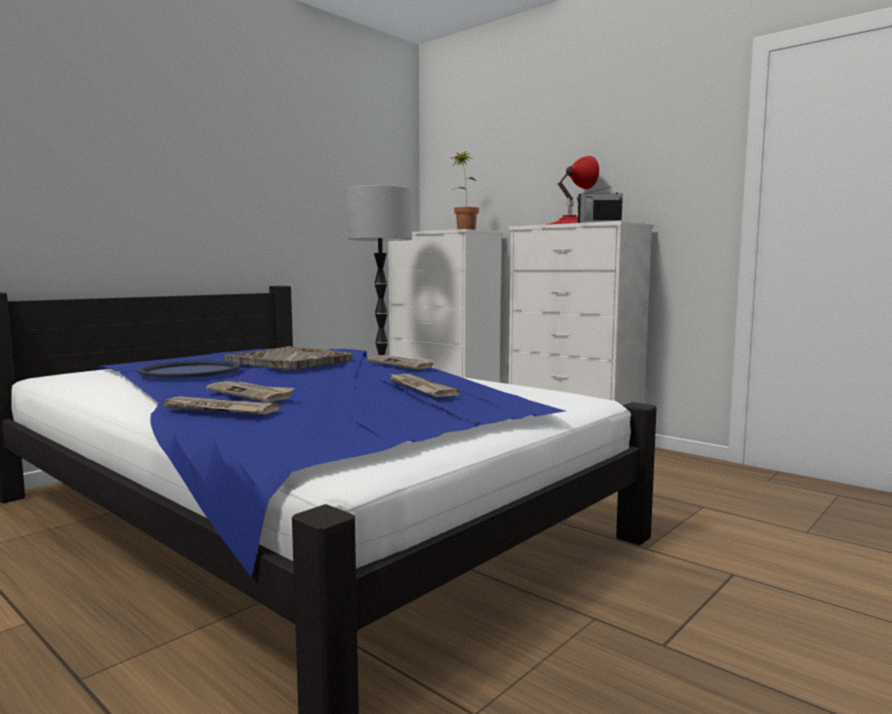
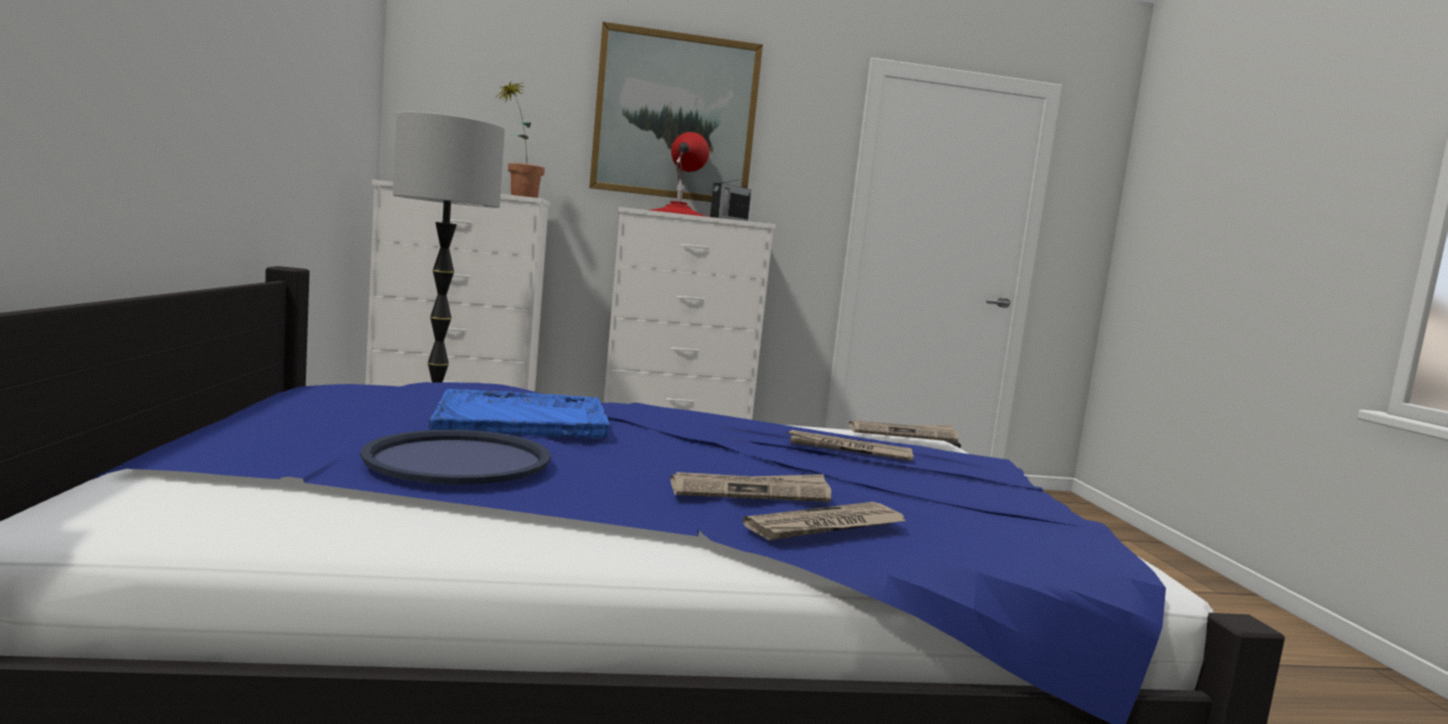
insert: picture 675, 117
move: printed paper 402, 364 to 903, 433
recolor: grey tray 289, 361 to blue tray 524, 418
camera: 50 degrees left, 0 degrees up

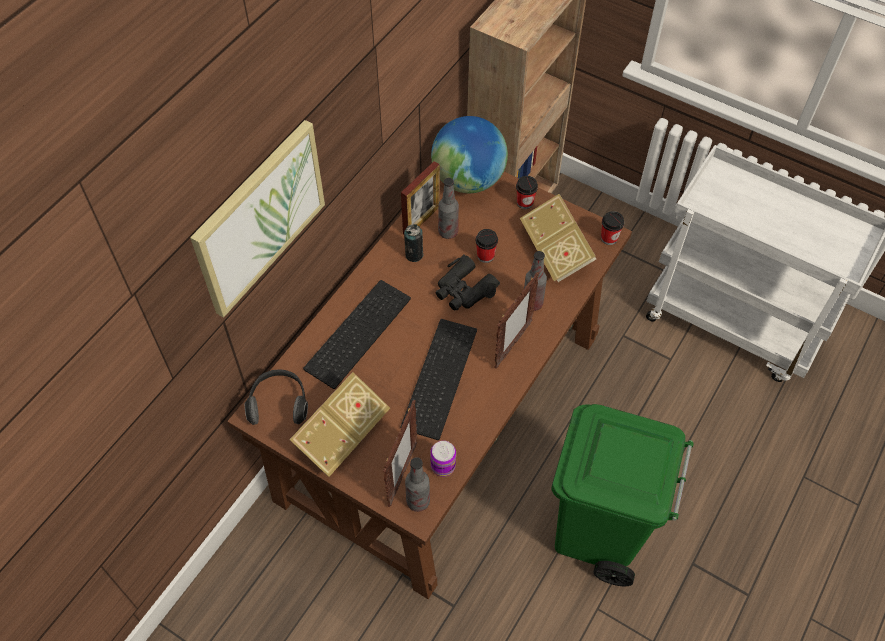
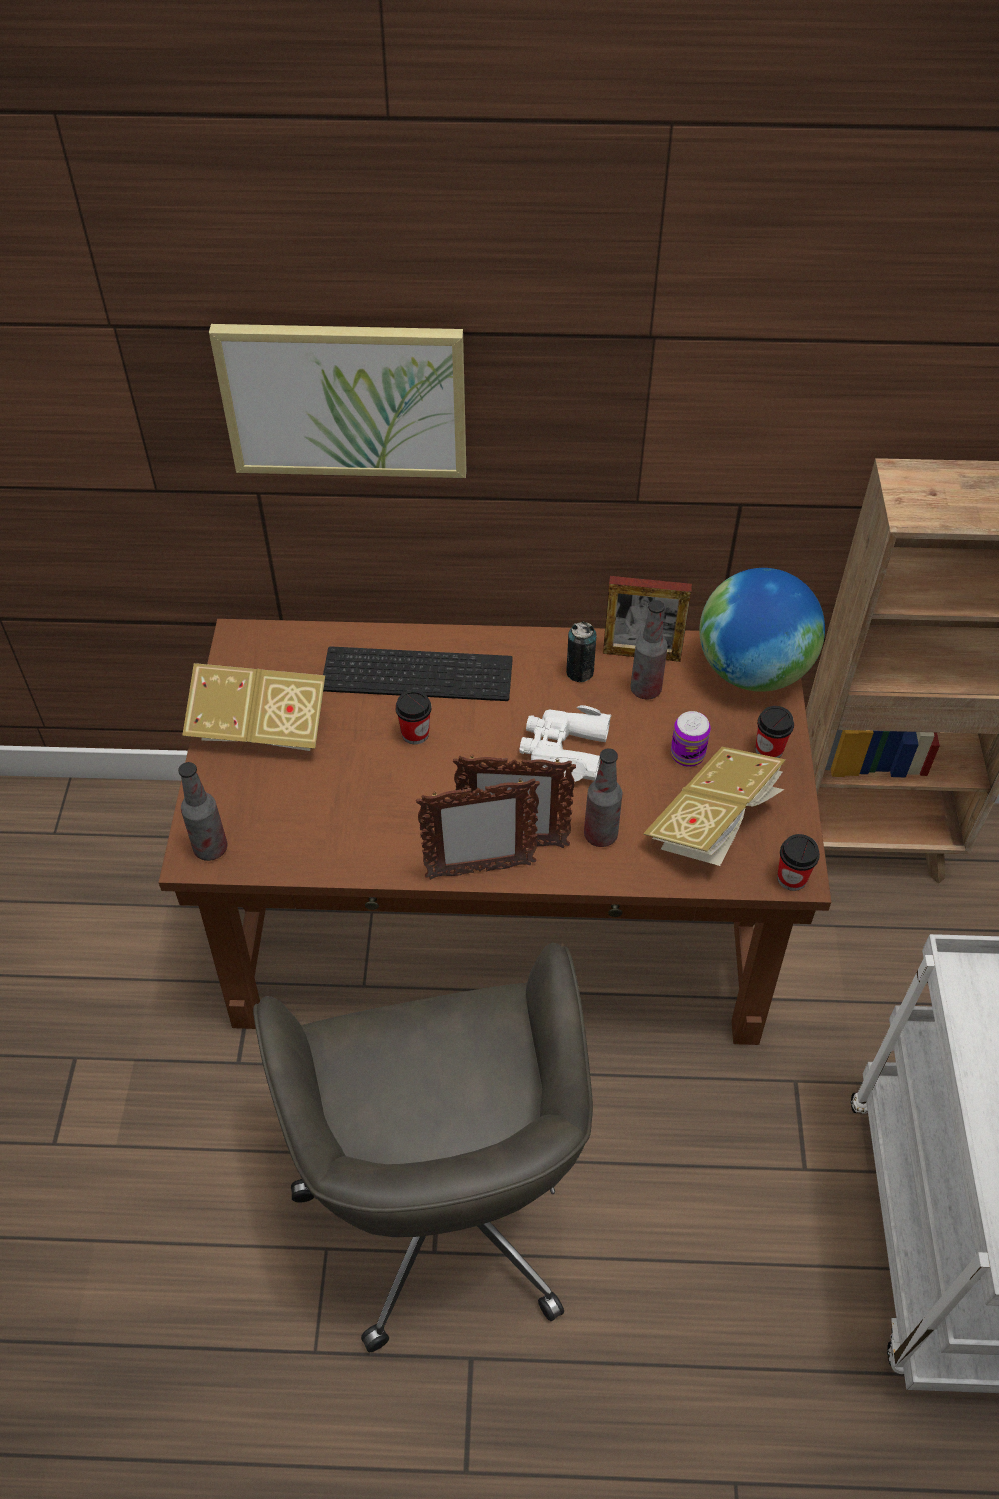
delete: headphones 279, 403; computer keyboard 437, 376
move: small cup 485, 256 to 415, 733; picture frame 402, 475 to 479, 870; metal can 443, 466 to 687, 754
replace: green-coloured waste bin 598, 532 to grey office chair 443, 1196
recolor: black-coloured field glasses 464, 290 to white-coloured field glasses 564, 749
camera: 60 degrees right, 5 degrees down

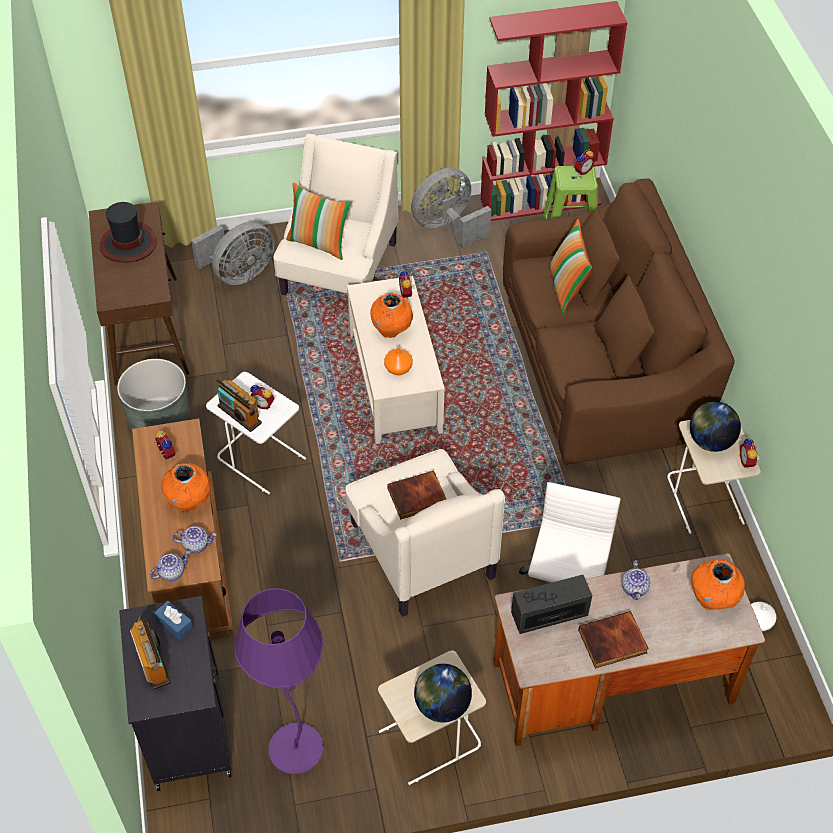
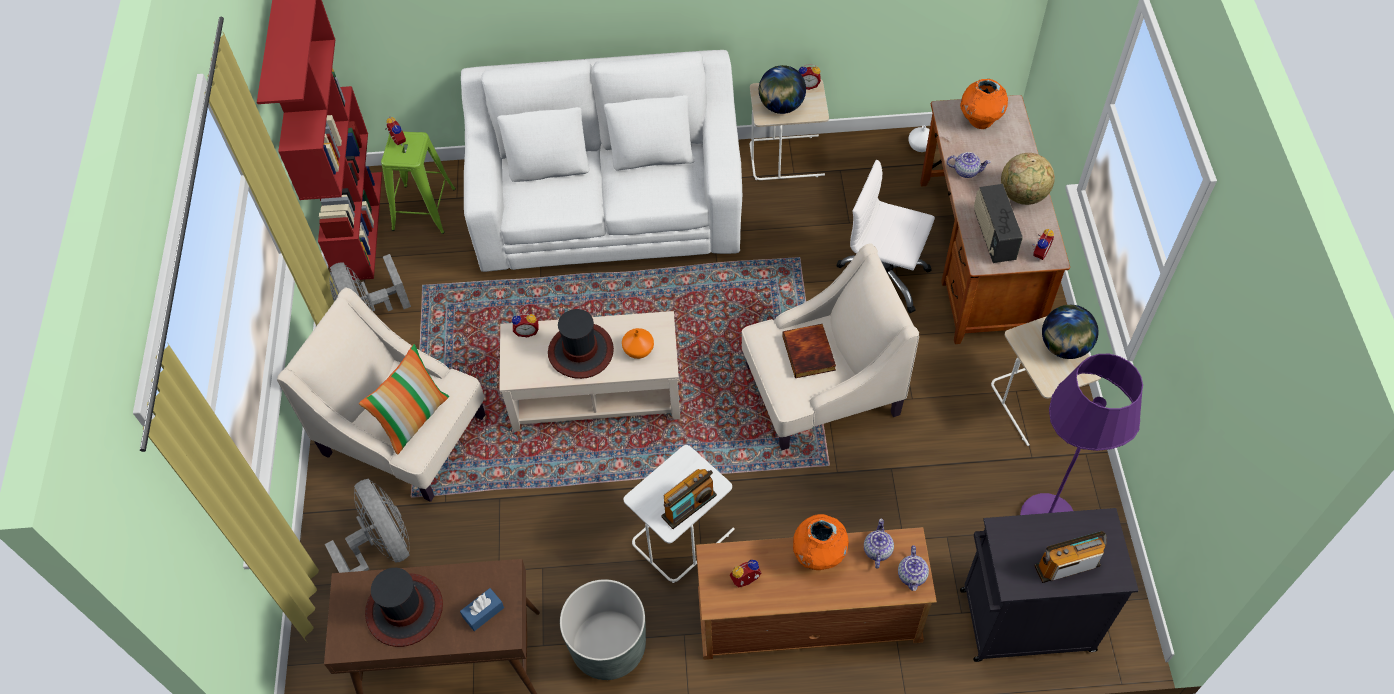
delete: pillow 567, 288
move: blue tissue holder 174, 623 to 483, 612; table clock 263, 404 to 1039, 253
replace: orange-coloured vase 391, 331 to clothing hat 581, 351; book 612, 642 to globe 1023, 195
recolor: brown-coloured couch 600, 364 to white-coloured couch 608, 209
rotate: tea pot 172, 572 = 912, 576 150 degrees counterclockwise
camera: 80 degrees left, 5 degrees up

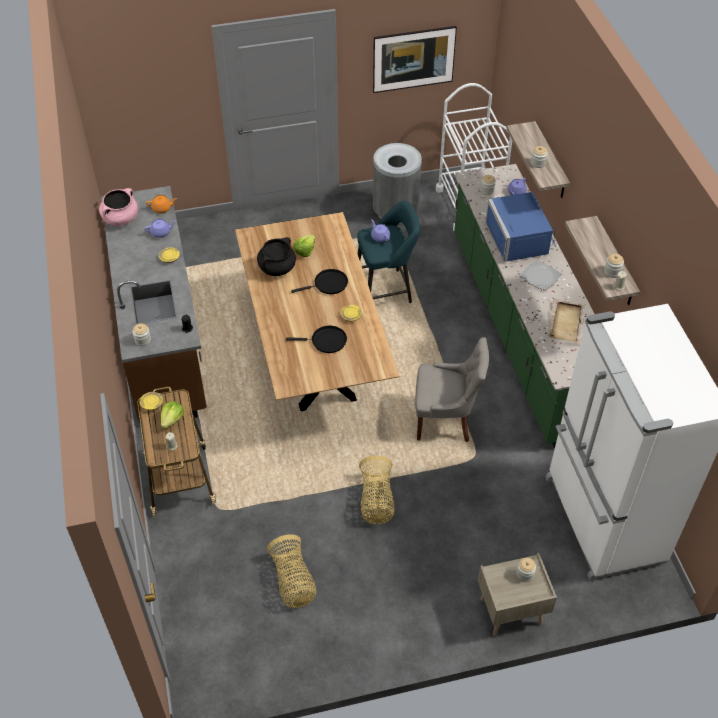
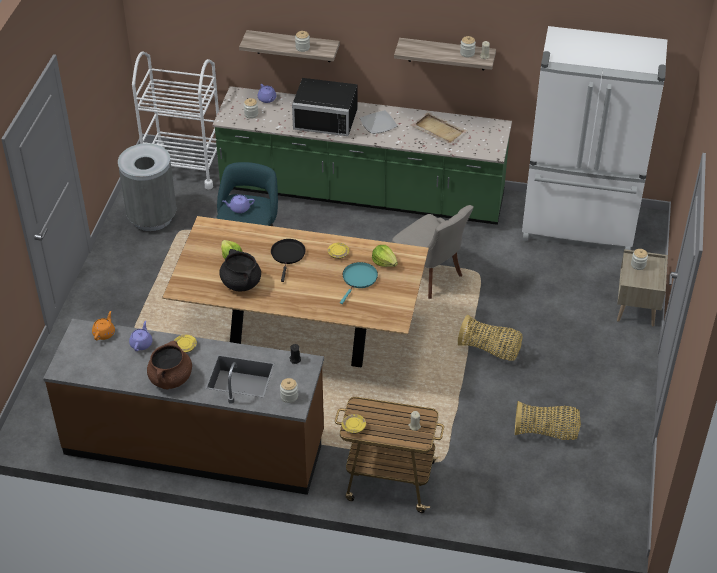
delete: pinkish cooking pot 121, 219; picture 413, 72
insert: brown-coloured cooking pot 171, 379
move: lettuce head 172, 420 to 384, 262
recolor: blue kitchen microwave 521, 239 to black-coloured kitchen microwave 327, 117; black-coloured frying pan 326, 341 to blue-green frying pan 359, 279
rotate: grey upright chair 445, 420 = 430, 276 105 degrees clockwise
camera: 65 degrees left, 5 degrees down

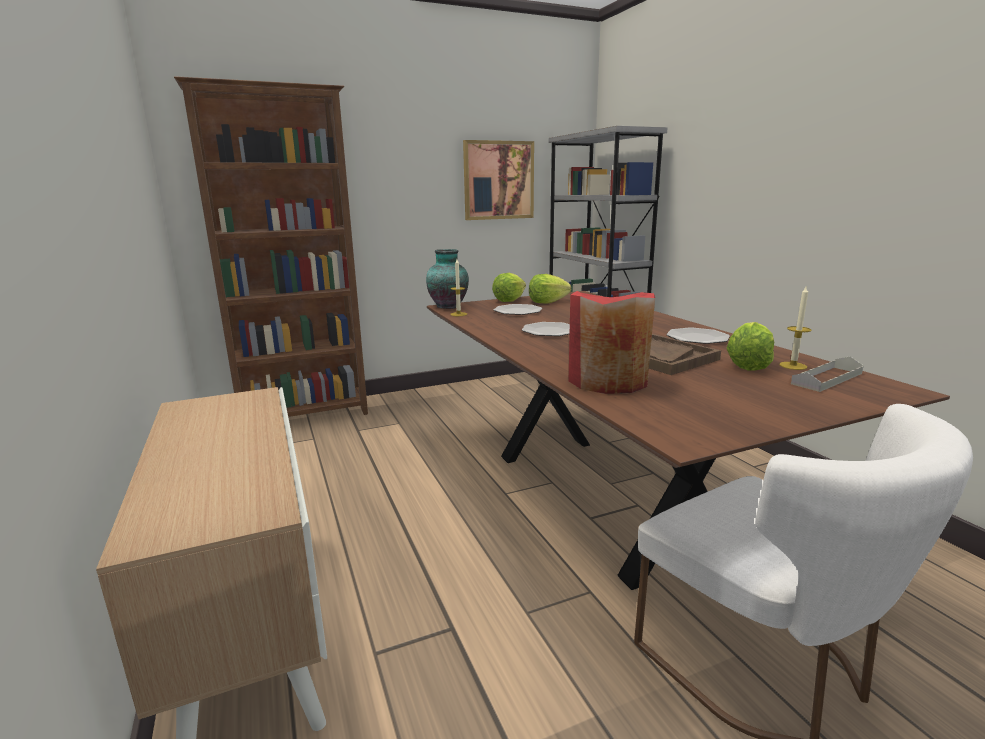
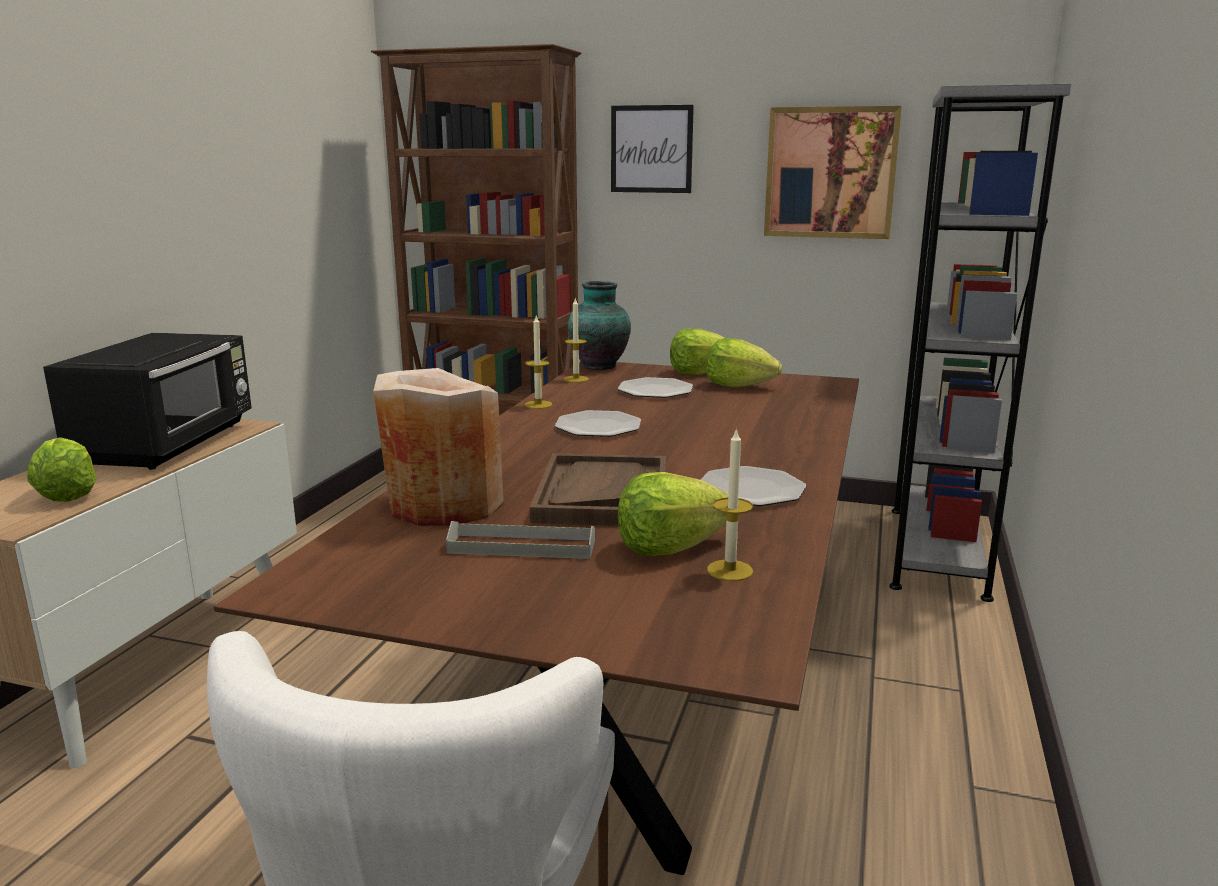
insert: lettuce head 68, 494; black-coloured kitchen microwave 168, 444; wax light 538, 404; picture 651, 149
move: grey tray 827, 378 to 522, 546
recolor: reddish vase 608, 380 to beige vase 444, 504
camera: 40 degrees right, 0 degrees up

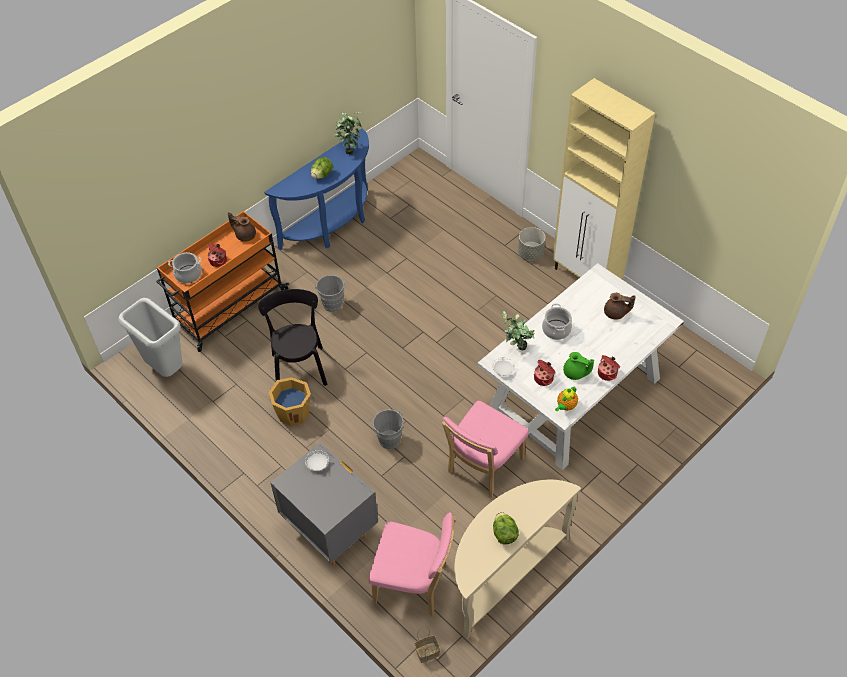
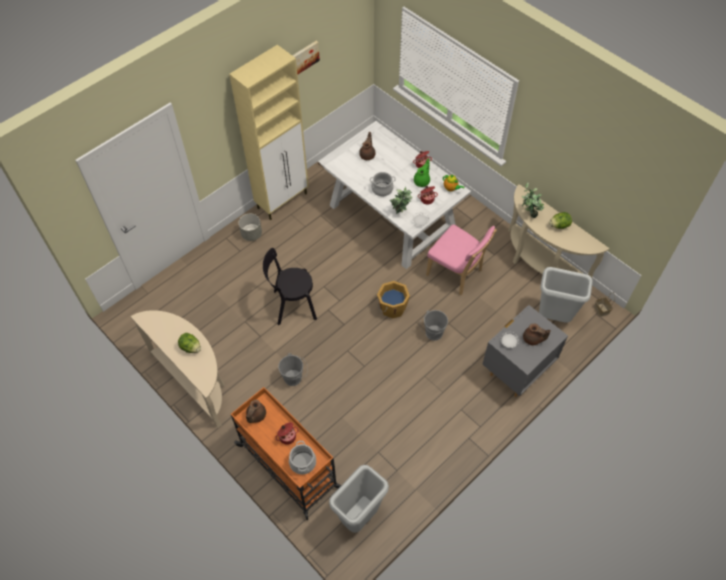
insert: picture 303, 58; brown-coloured tea pot 533, 339
move: black-coloured upright chair 299, 366 to 292, 305; orange-coloured pail 293, 412 to 392, 307; plant in a pot 349, 149 to 528, 215
replace: pinkish upright chair 414, 585 to grey waste bin 554, 317
recolor: blue narrow table 333, 225 to beige narrow table 196, 381
camera: 90 degrees left, 5 degrees up

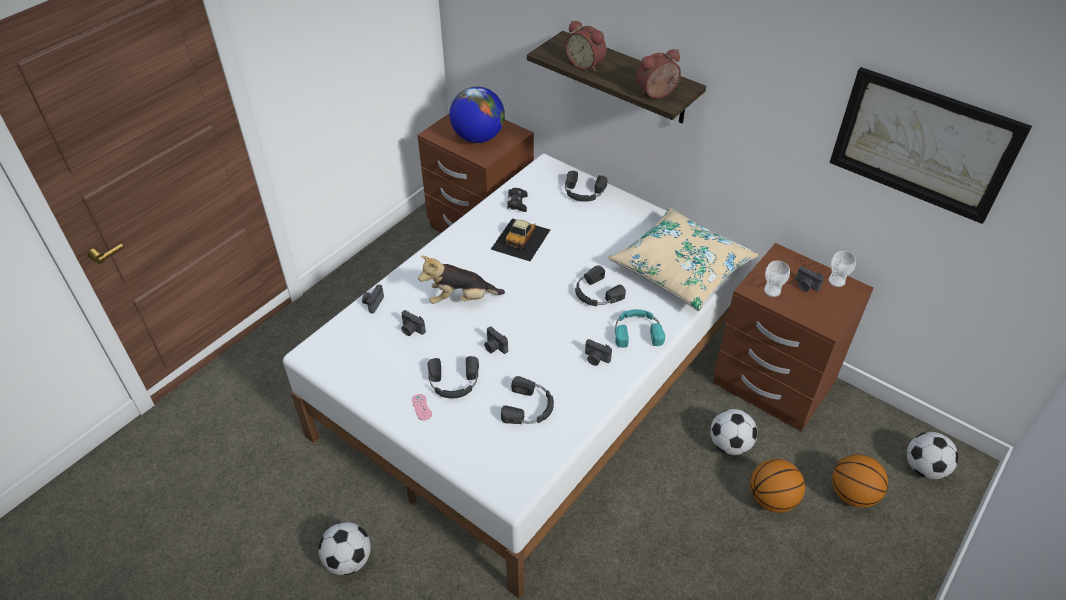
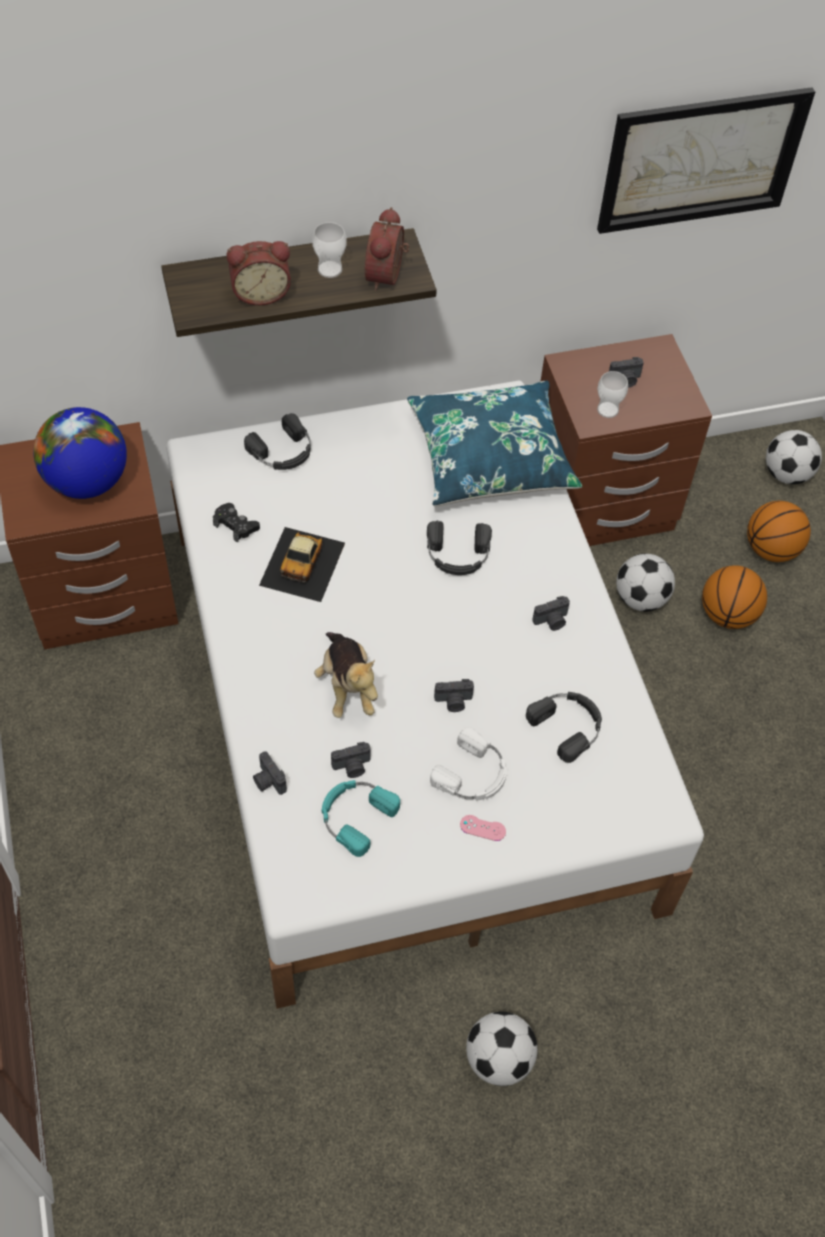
move: small cup 836, 281 to 330, 269; blue-green headphones 637, 331 to 355, 816
recolor: beige pillow 681, 268 to blue pillow 490, 456; black-coloured headphones 454, 383 to white-coloured headphones 473, 774
rotate: miniature car 521, 239 = 303, 563 45 degrees clockwise; cuddly toy 461, 299 = 347, 686 45 degrees counterclockwise
camera: 55 degrees left, 10 degrees up

